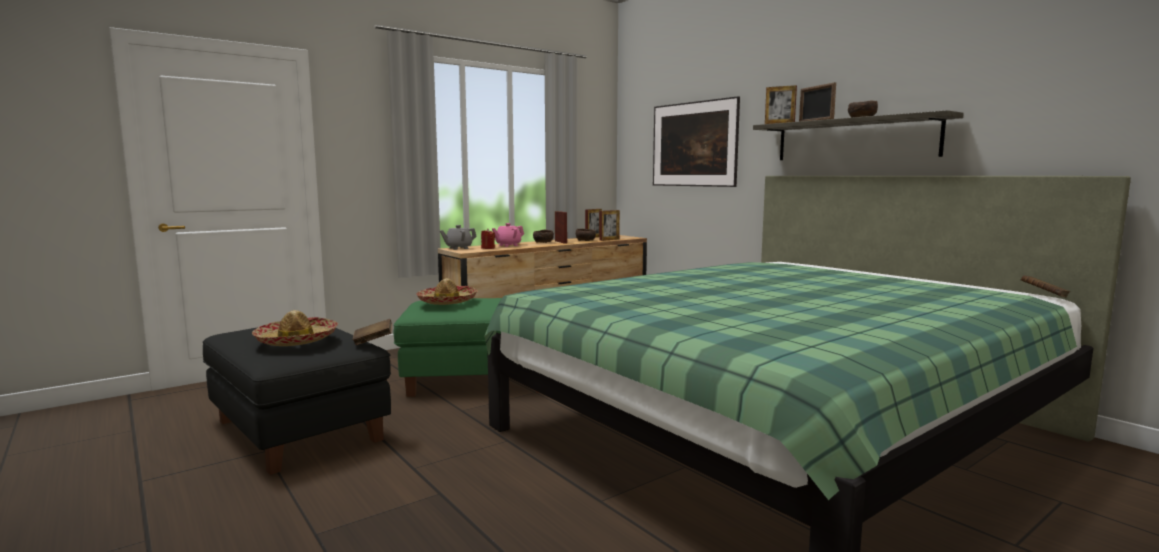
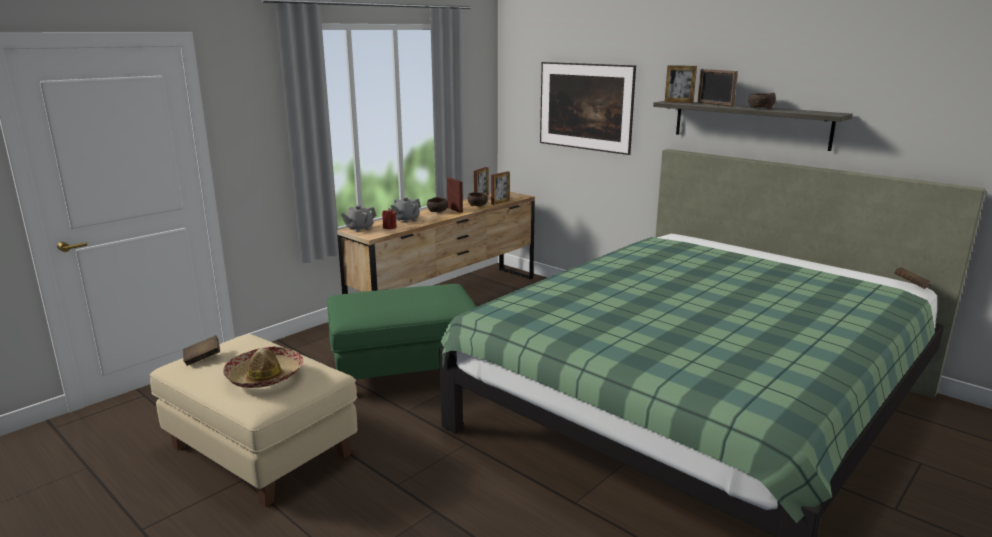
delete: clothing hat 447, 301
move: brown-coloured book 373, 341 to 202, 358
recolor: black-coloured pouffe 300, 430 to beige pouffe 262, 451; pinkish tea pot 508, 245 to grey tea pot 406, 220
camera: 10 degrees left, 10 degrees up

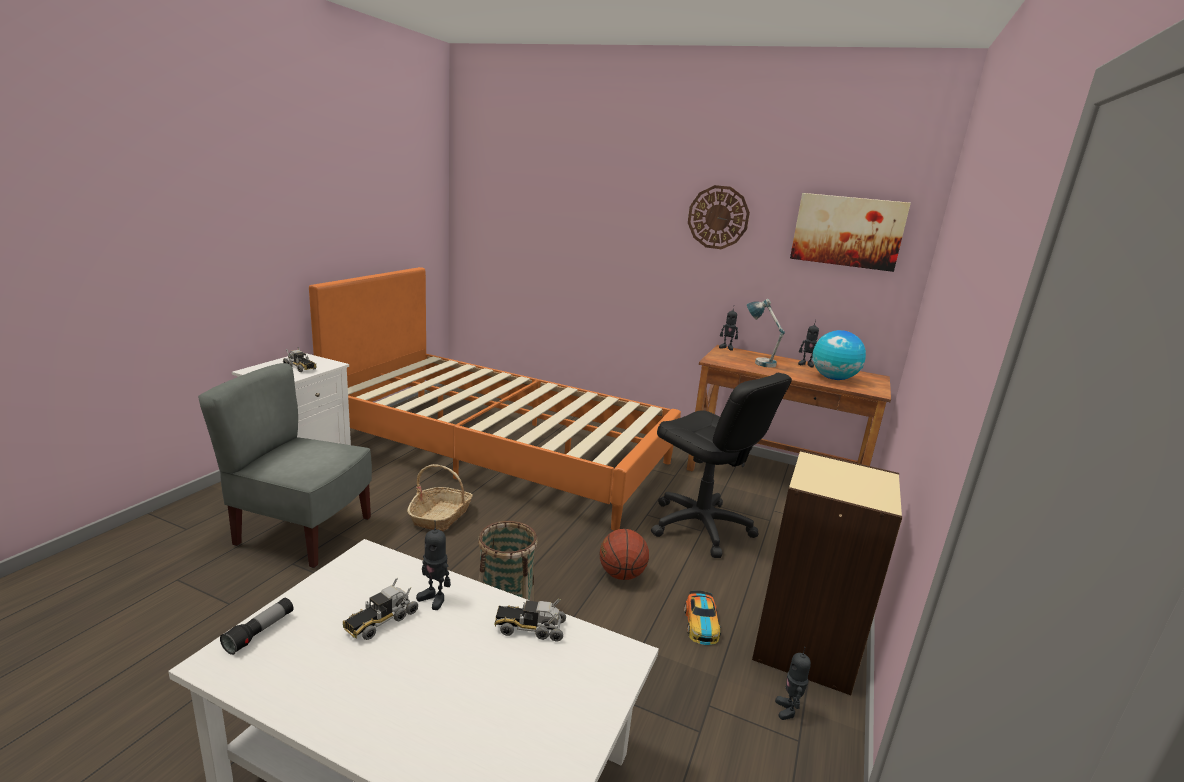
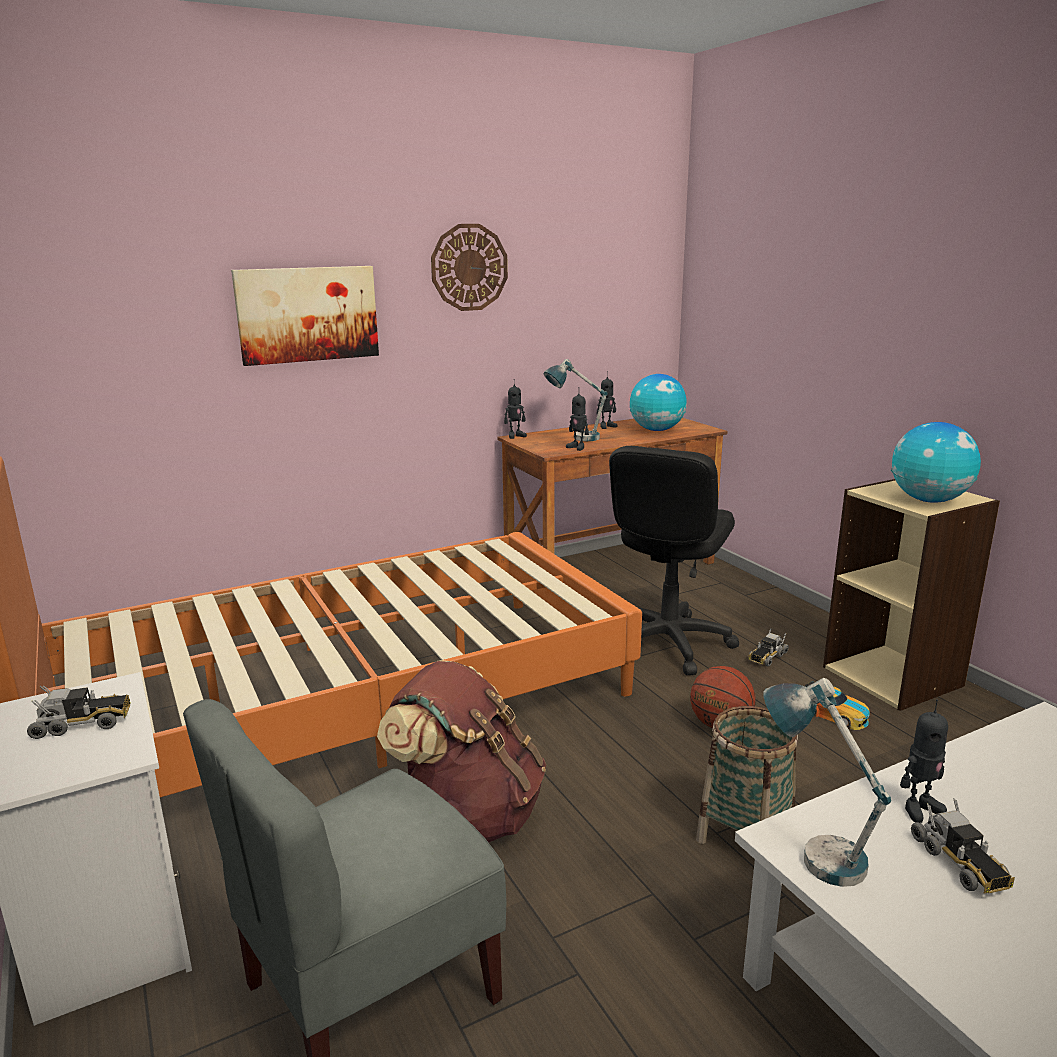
delete: flashlight 260, 632
insert: table lamp 811, 849; globe 929, 500
move: picture 847, 231 to 307, 314; model robot 788, 710 to 577, 447; toy truck 530, 628 to 766, 657
replace: storage basket 441, 516 to brown-coloured rucksack 468, 816
rotate: black-coloured office chair 700, 526 = 667, 643 120 degrees clockwise
camera: 50 degrees left, 0 degrees up

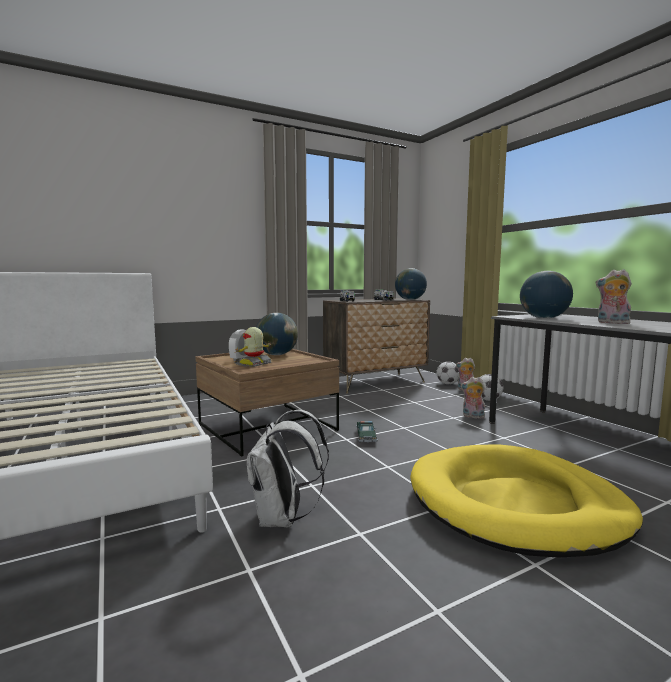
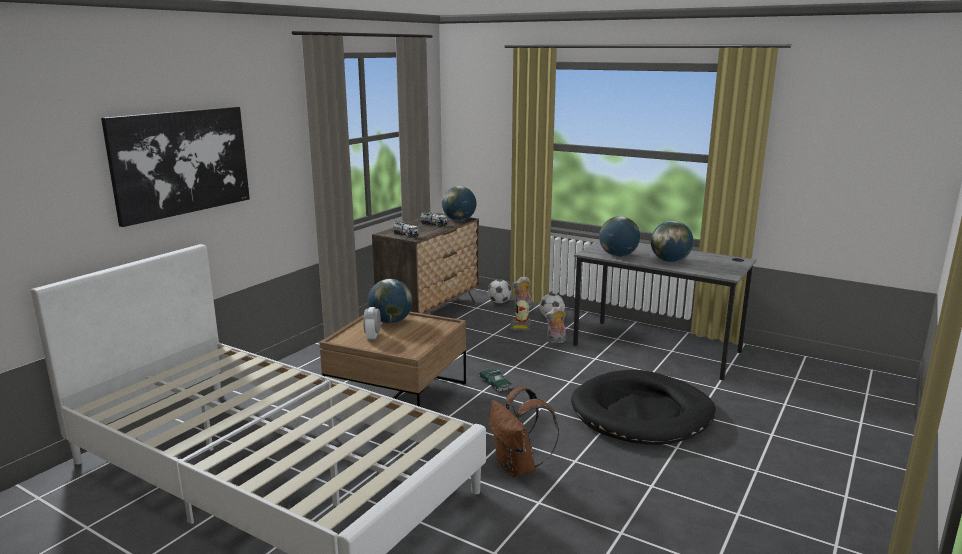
insert: picture 181, 162
move: model robot 253, 364 to 521, 327
replace: cuddly toy 612, 323 to globe 670, 261
recolor: white-coloured rucksack 283, 519 to brown-coloured rucksack 518, 468; yellow dog bed 515, 504 to black-coloured dog bed 642, 413
camera: 30 degrees left, 10 degrees up

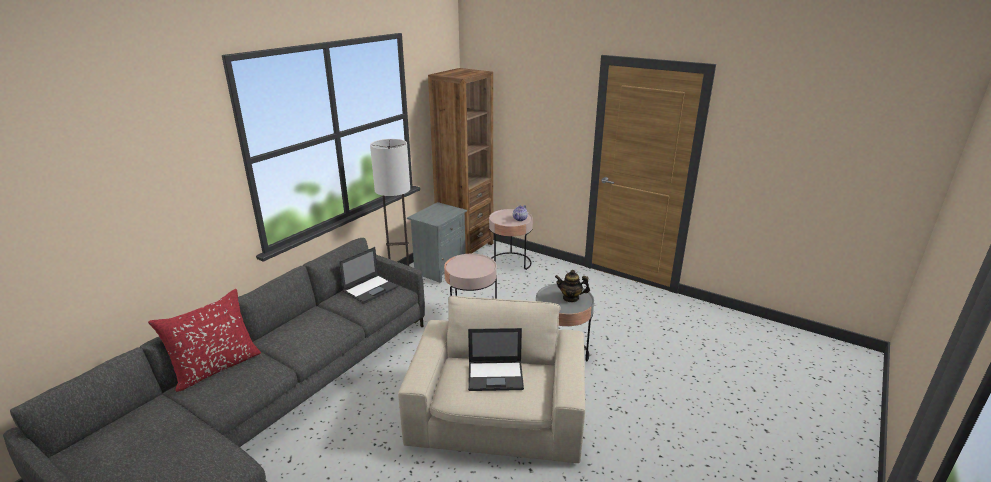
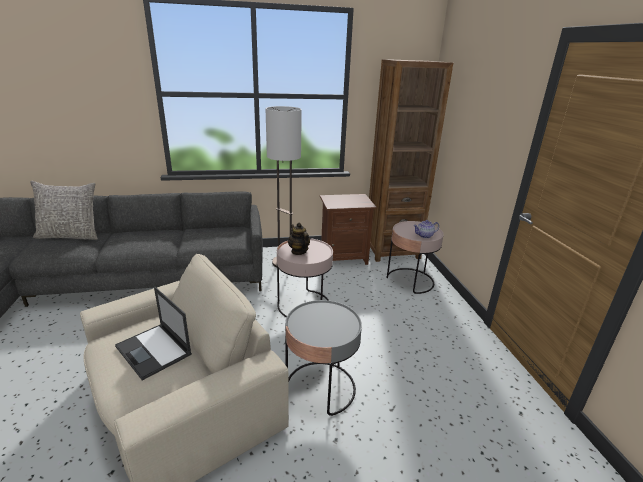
delete: laptop 371, 289
move: tea pot 571, 298 to 298, 251
recolor: reddish pillow 216, 367 to grey pillow 70, 235; grey bedside table 439, 269 to brown-coloured bedside table 343, 257
camera: 45 degrees right, 0 degrees up

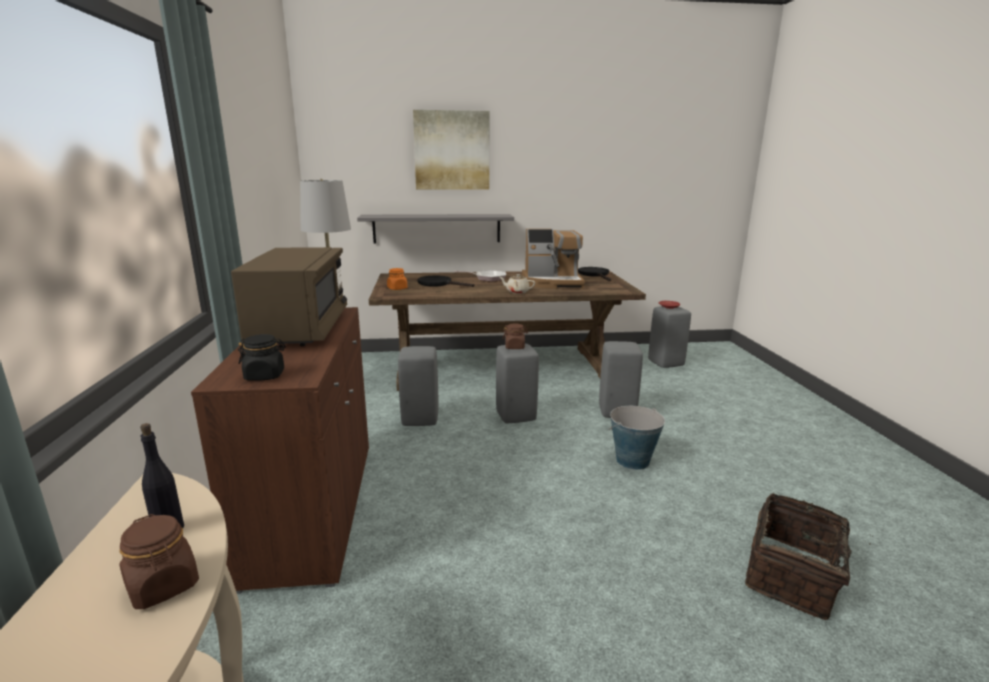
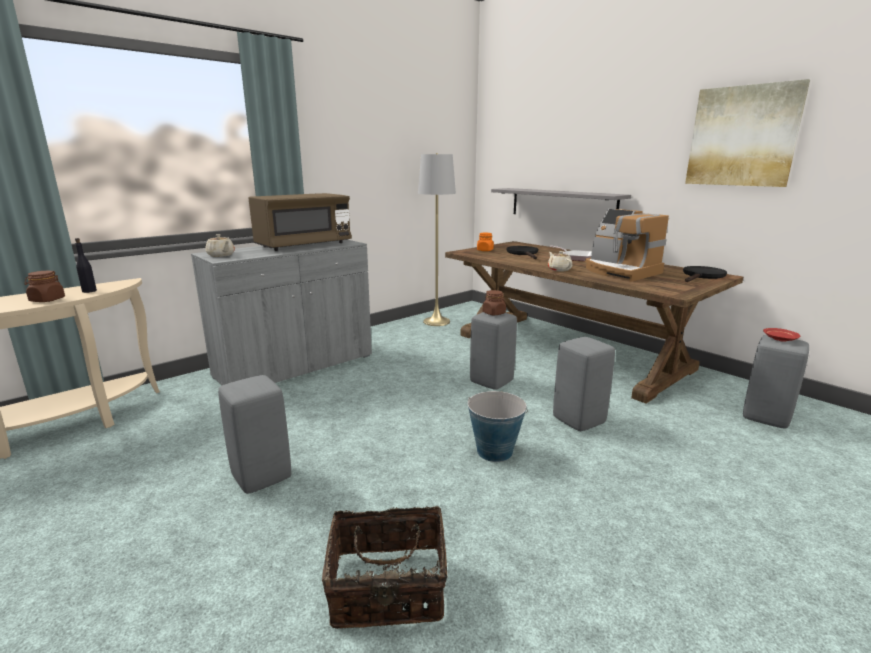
move: grey stool seat 419, 420 to 260, 476; picture 452, 150 to 742, 136
replace: black-coloured jar 265, 375 to beige tea pot 221, 255
recolor: brown-coloured storage cabinet 314, 508 to grey storage cabinet 295, 366
camera: 55 degrees right, 0 degrees up

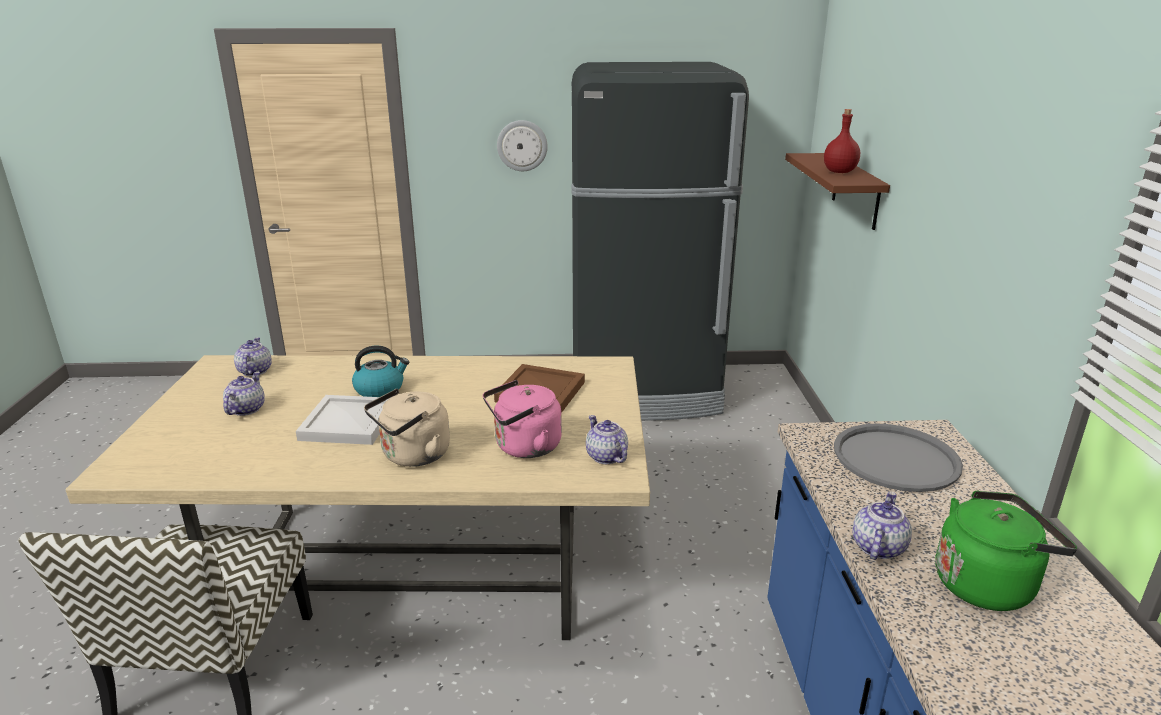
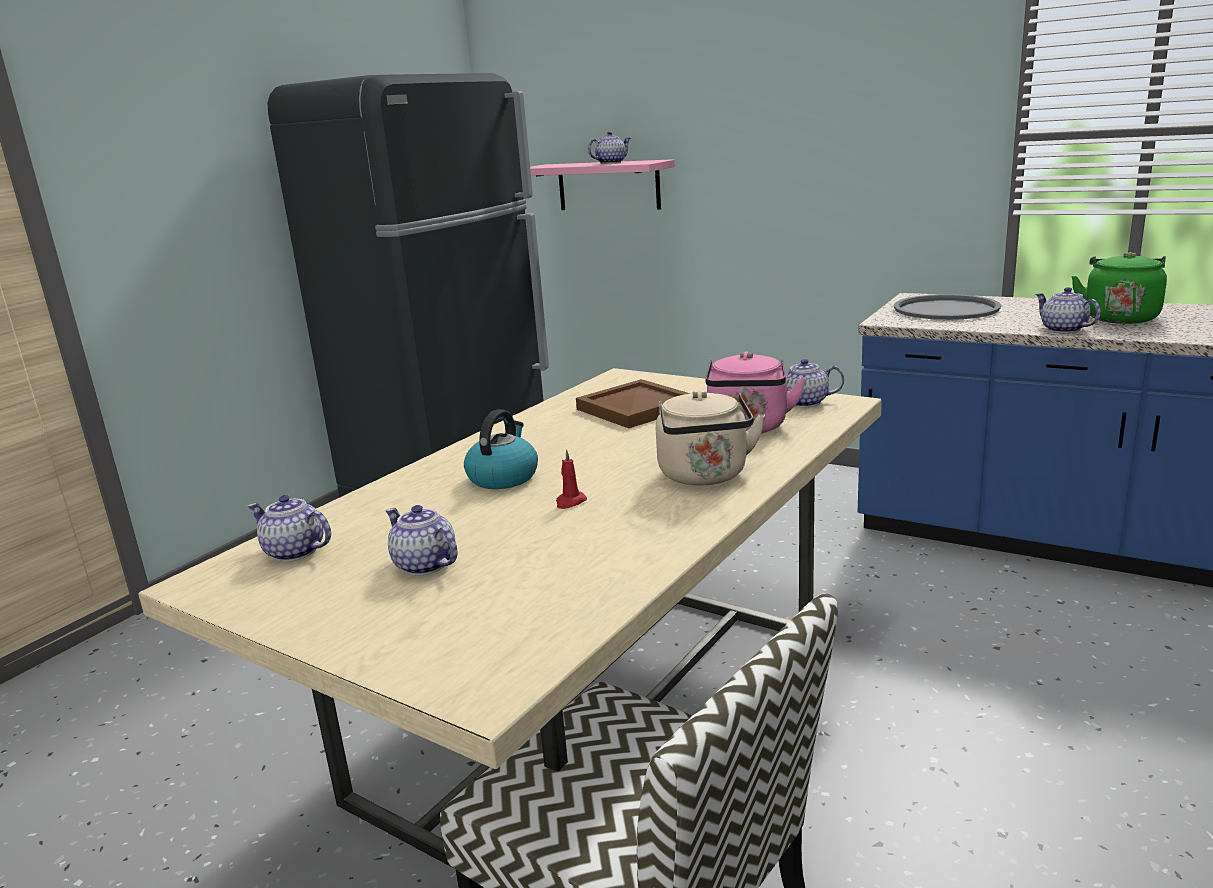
delete: wall clock 522, 145
replace: white-coloured tray 348, 422 to reddish wax light 570, 502; reddish beverage bottle 839, 172 to tea pot 611, 163
recolor: brown-coloured bracket shelf 856, 191 to pinkish bracket shelf 608, 186
camera: 55 degrees left, 5 degrees down

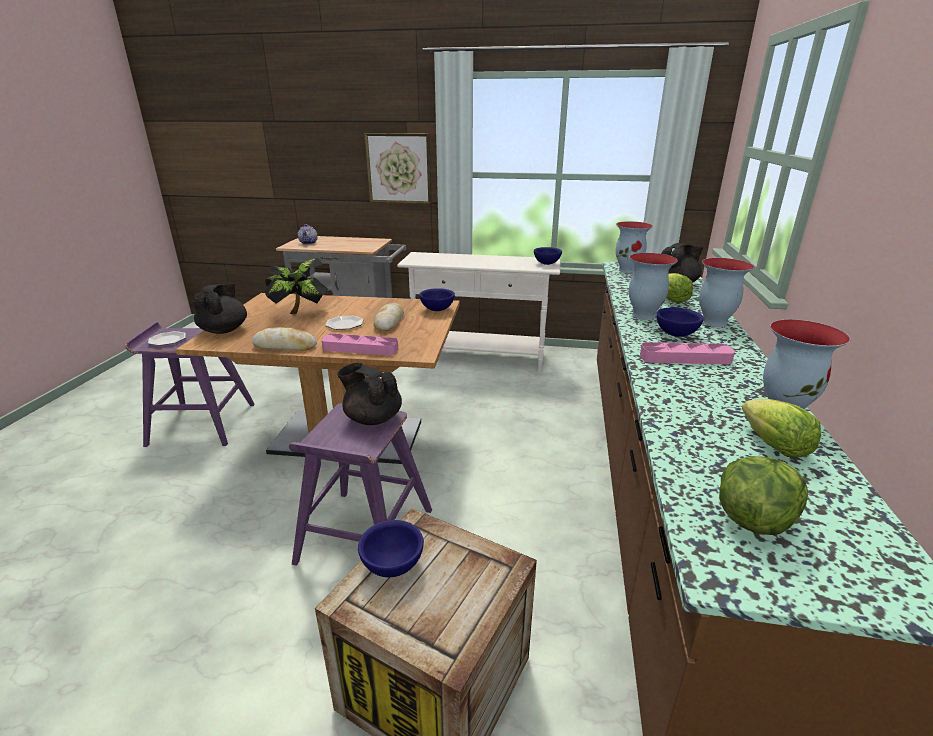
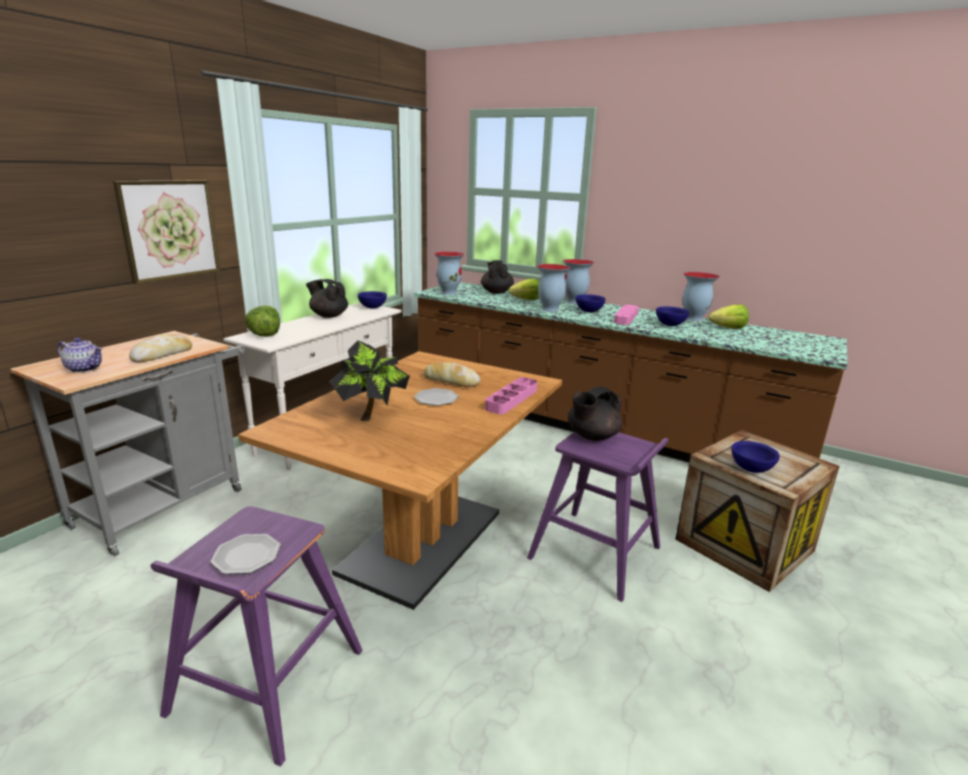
move: baked bread 285, 346 to 162, 355; lettuce head 753, 519 to 265, 335; black-coloured tea pot 224, 330 to 328, 316; blue deep dish 437, 309 to 669, 325
camera: 70 degrees left, 5 degrees down

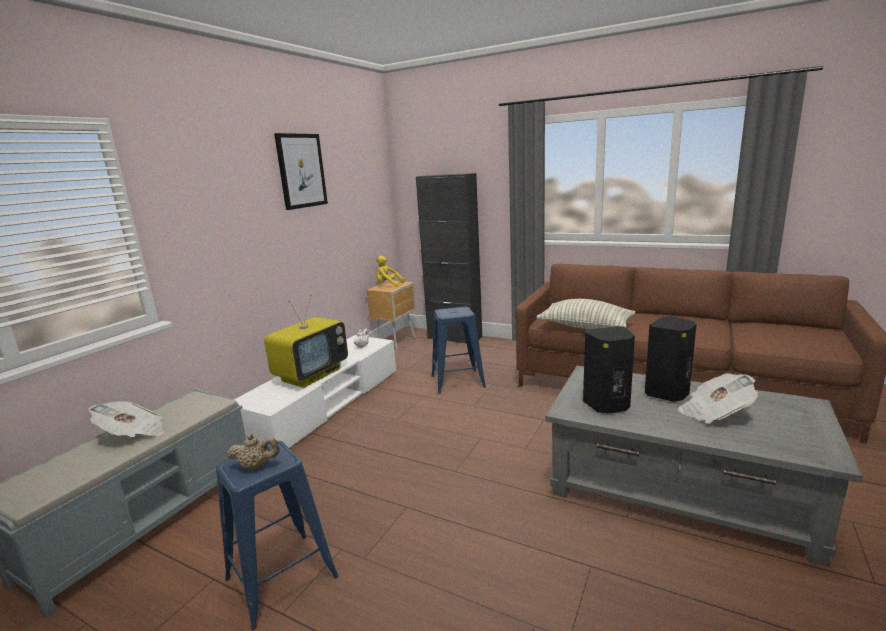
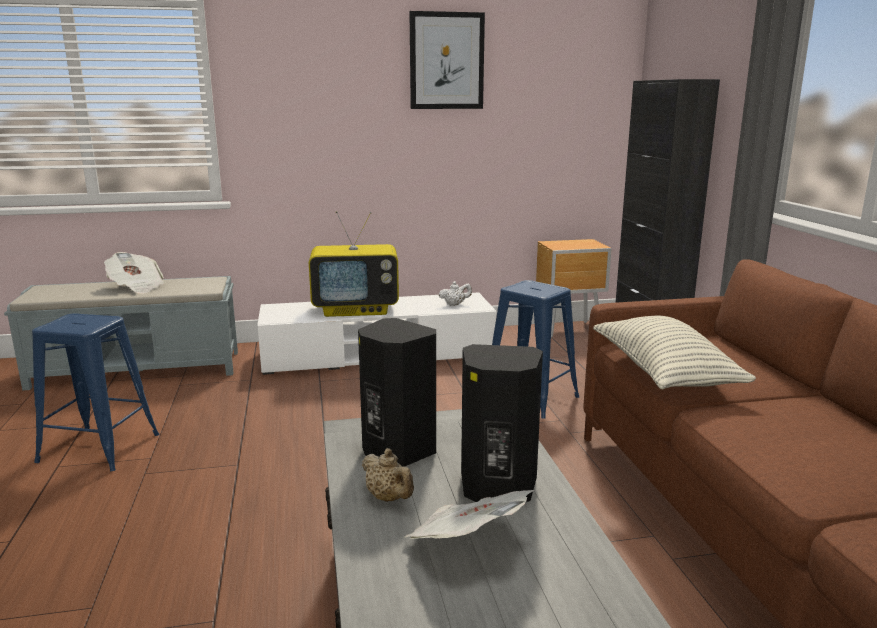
delete: yellow cuddly toy 388, 285
move: beige tea pot 256, 466 to 389, 498
camera: 50 degrees right, 0 degrees up

